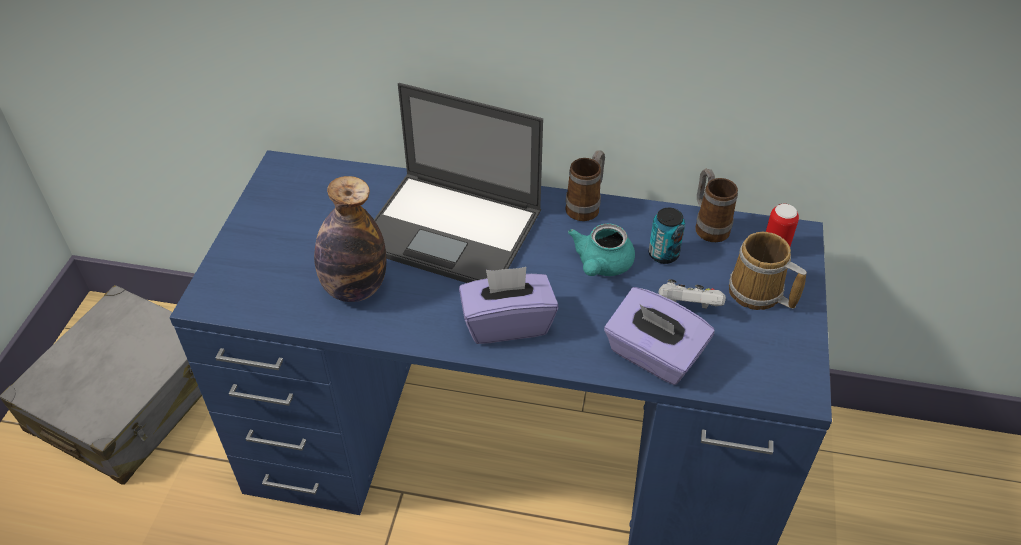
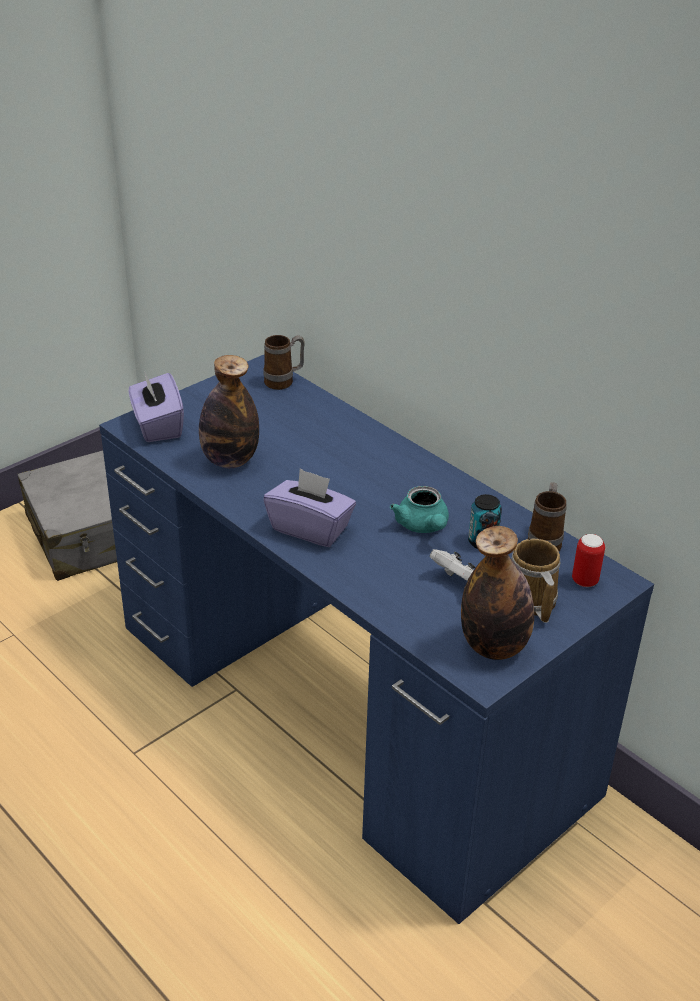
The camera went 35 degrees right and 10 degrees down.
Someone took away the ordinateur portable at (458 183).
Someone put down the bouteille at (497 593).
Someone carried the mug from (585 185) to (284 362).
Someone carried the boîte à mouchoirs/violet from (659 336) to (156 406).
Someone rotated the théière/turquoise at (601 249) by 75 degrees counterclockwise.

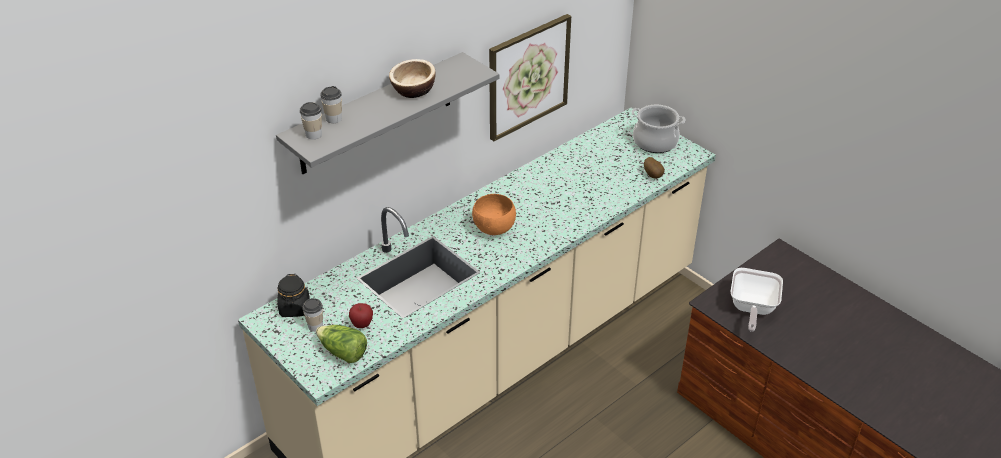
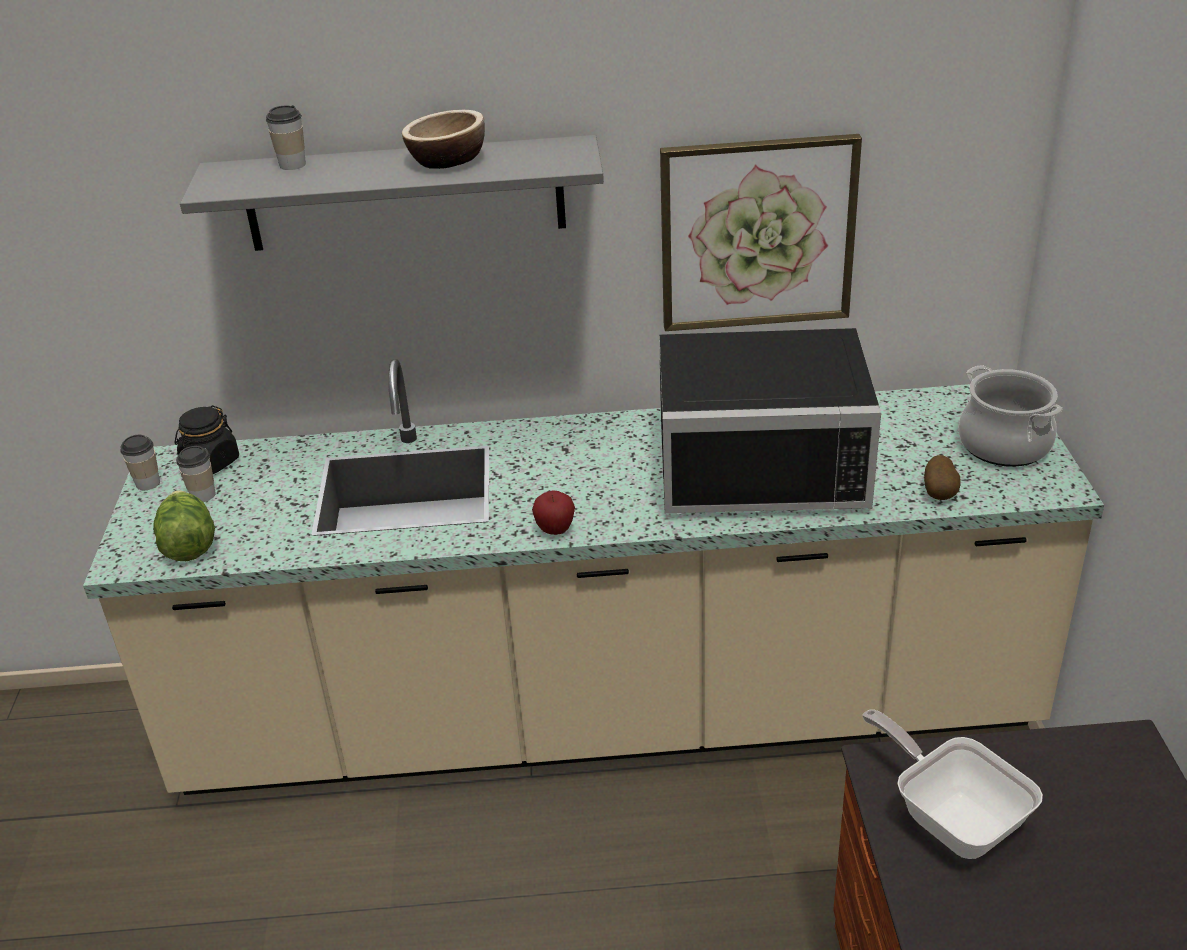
The camera went 40 degrees right and 5 degrees down.
Someone took away the bol/orange at (494 214).
Someone put down the micro-ondes/noir at (770 420).
Someone carried the tasse from (311 120) to (140 462).
Someone carried the pomme from (361 315) to (553 512).
Someone rotated the poêle at (757 300) by 90 degrees clockwise.

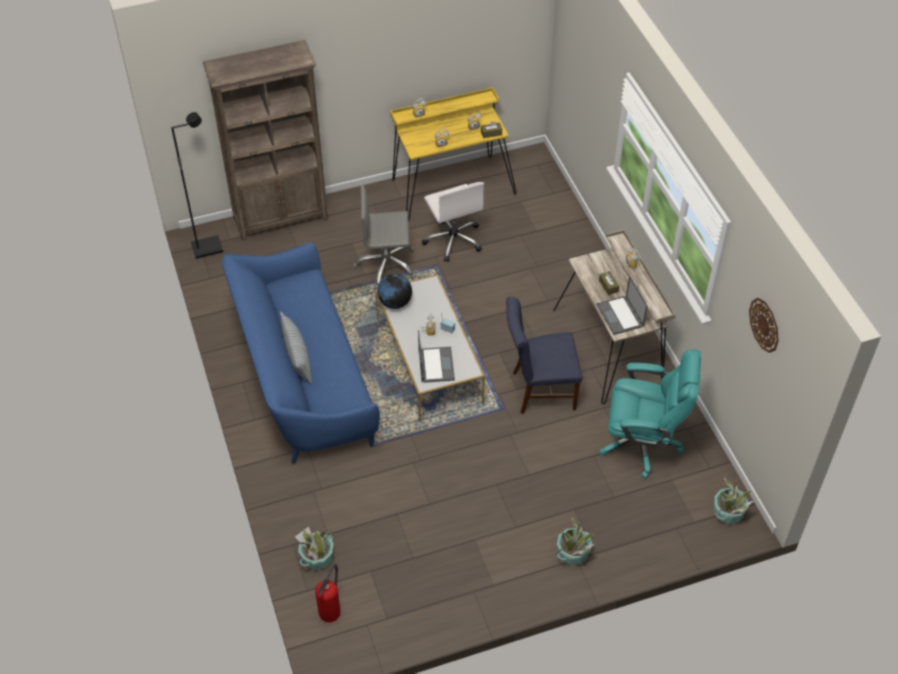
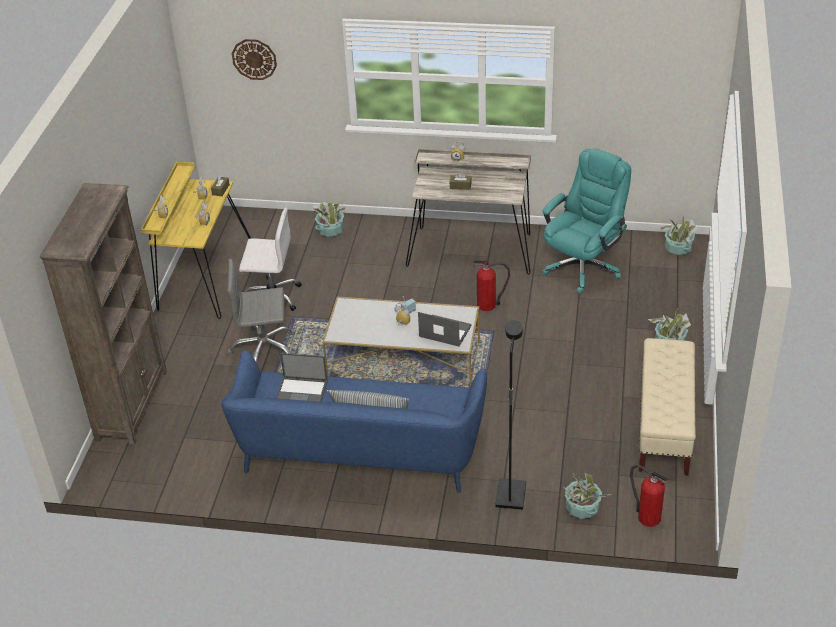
The camera went 60 degrees left and 10 degrees down.
Someone took away the globe at (394 291).
Someone put down the plante en pot at (329 219).
Someone put down the banc/beige at (667 407).
Someone carried the lampadaire/noir from (197 185) to (511 415).
Someone carried the ordinateur portable from (622 305) to (302 377).
Someone carried the horloge murale from (764 325) to (254 59).
Someone swapped the chaise/bleu at (544 355) for the extincteur at (491 285).
Someone rotated the chaise de bureau/gris at (384 237) by 60 degrees clockwise.

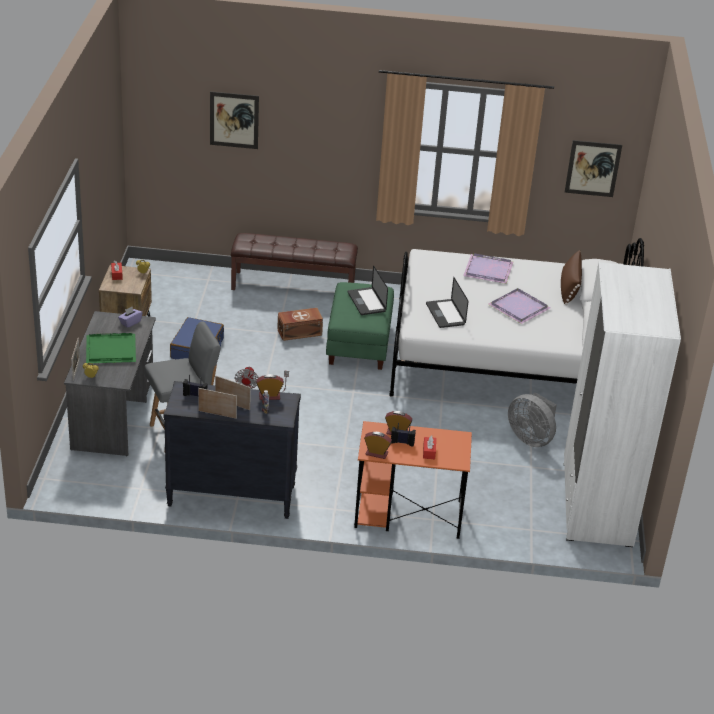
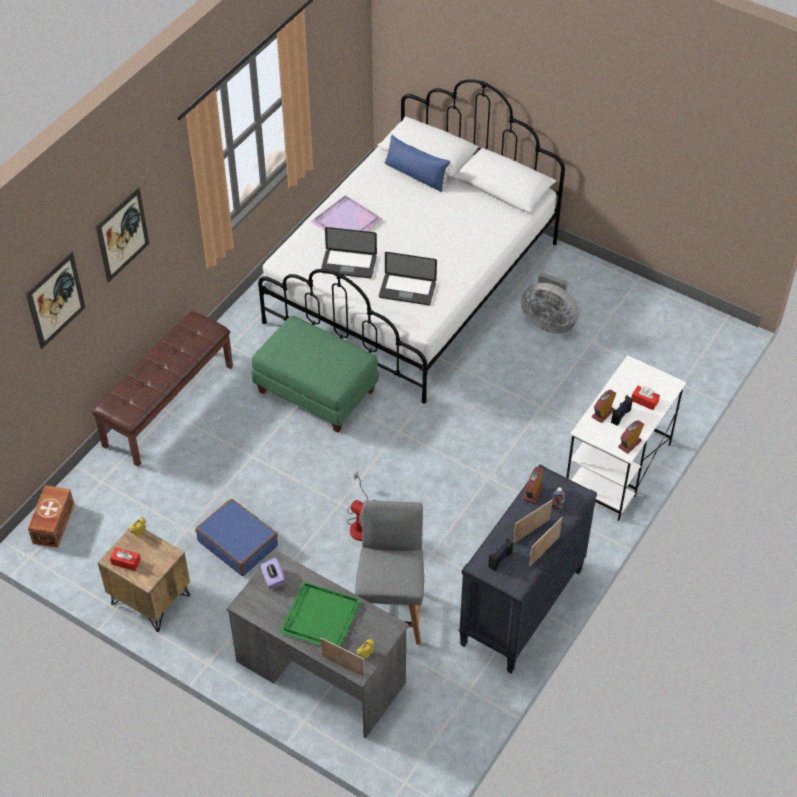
The camera went 60 degrees left and 15 degrees up.
Someone took away the plateau/violet at (519 306).
Someone took away the armoire/blanc at (622 404).
Someone carried the boîte de rangement/marron from (300 324) to (51 516).
Someone carried the ordinateur portable from (368 290) to (349 252).
Someone carried the tableau from (593 168) to (122 235).
Someone repainted the bureau/orange at (413 480), which became the bureau/blanc at (626 438).
Someone repainted the coussin/marron at (571 277), which became the coussin/bleu at (417 163).
Someone rotated the ventilateur/gris at (532 419) by 45 degrees clockwise.

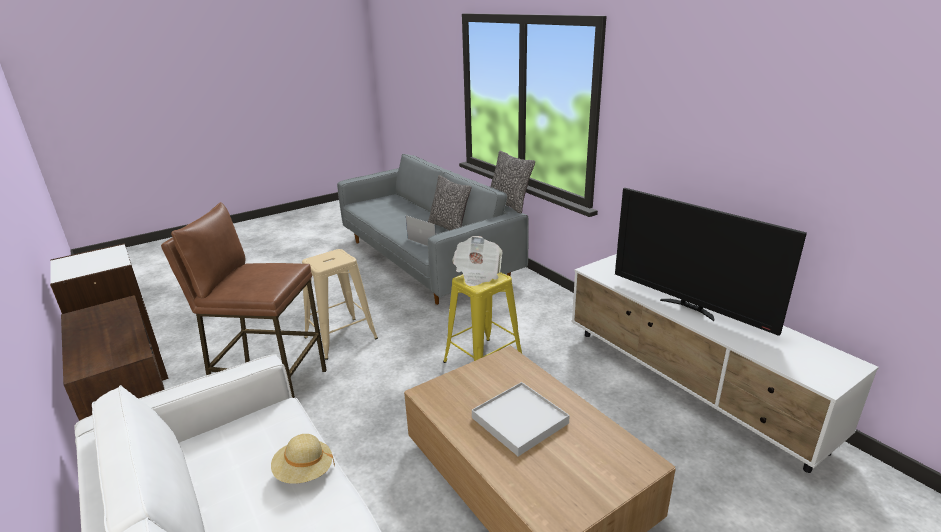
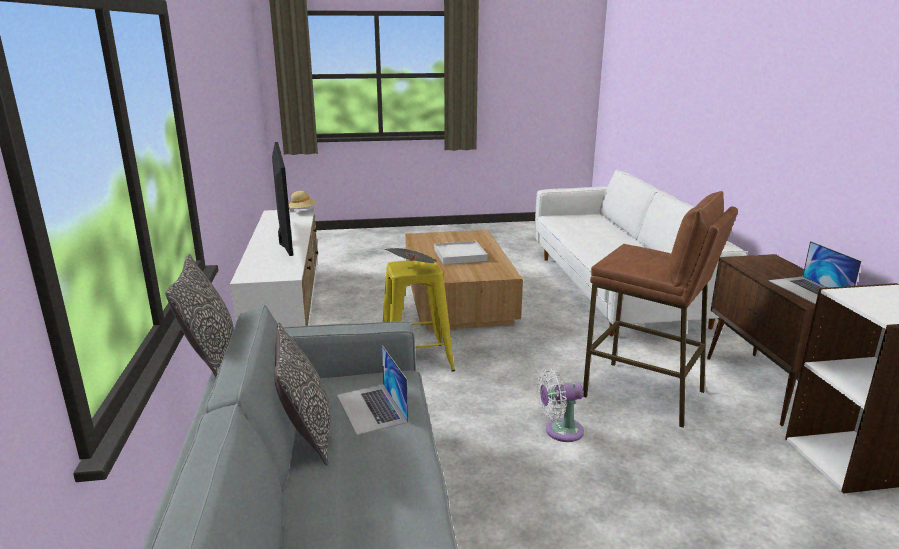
The camera went 155 degrees left and 5 degrees down.
Someone put down the ordinateur portable at (815 272).
Someone carried the chapeau/beige from (303 459) to (303 199).
Someone swapped the tabouret/beige at (340 304) for the ventilateur/blanc at (560 405).

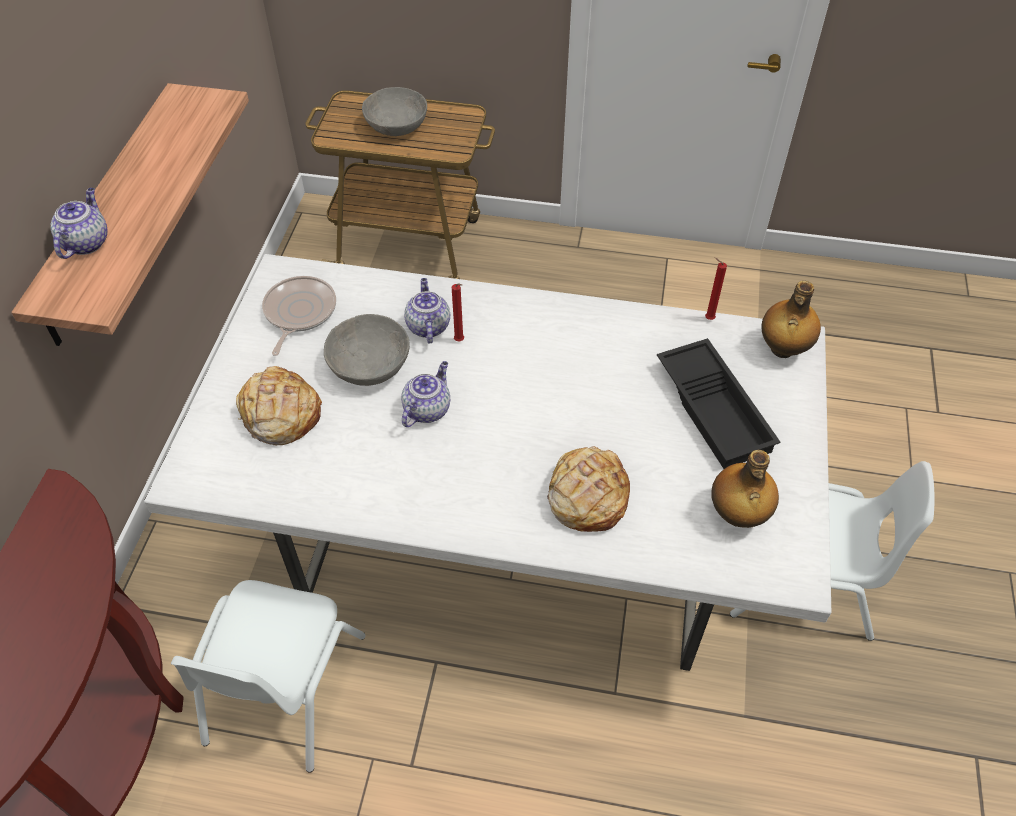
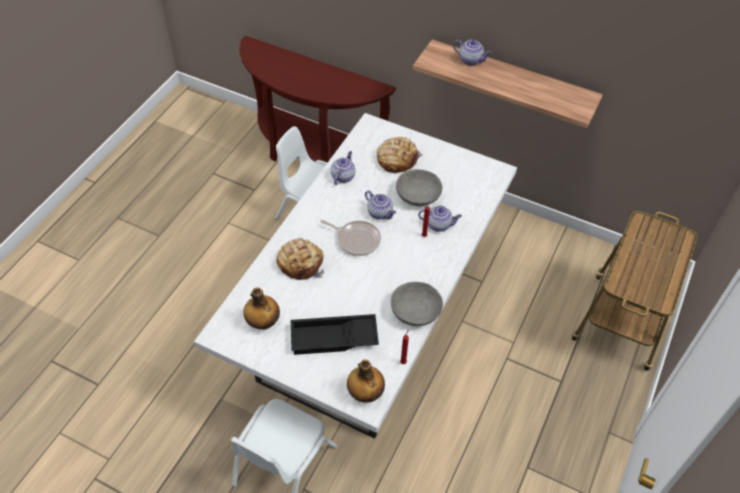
The camera went 105 degrees right and 0 degrees up.
Someone put down the théière at (343 168).
Someone carried the poêle from (299 316) to (350 238).
Someone carried the bol/gris from (394 111) to (417 304).

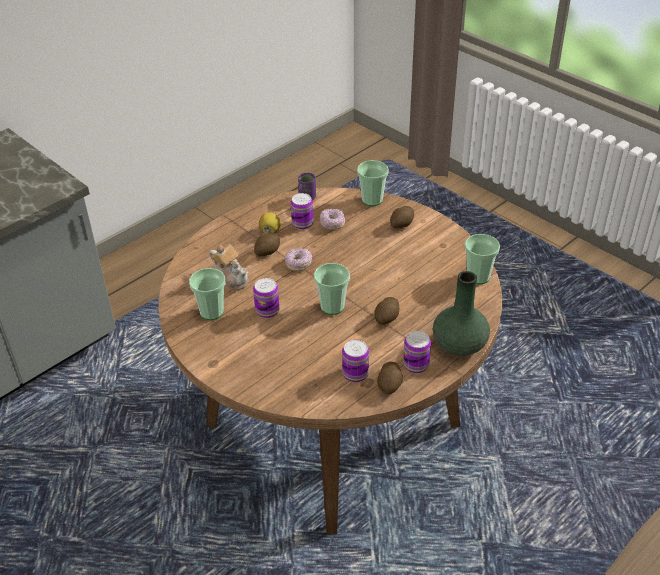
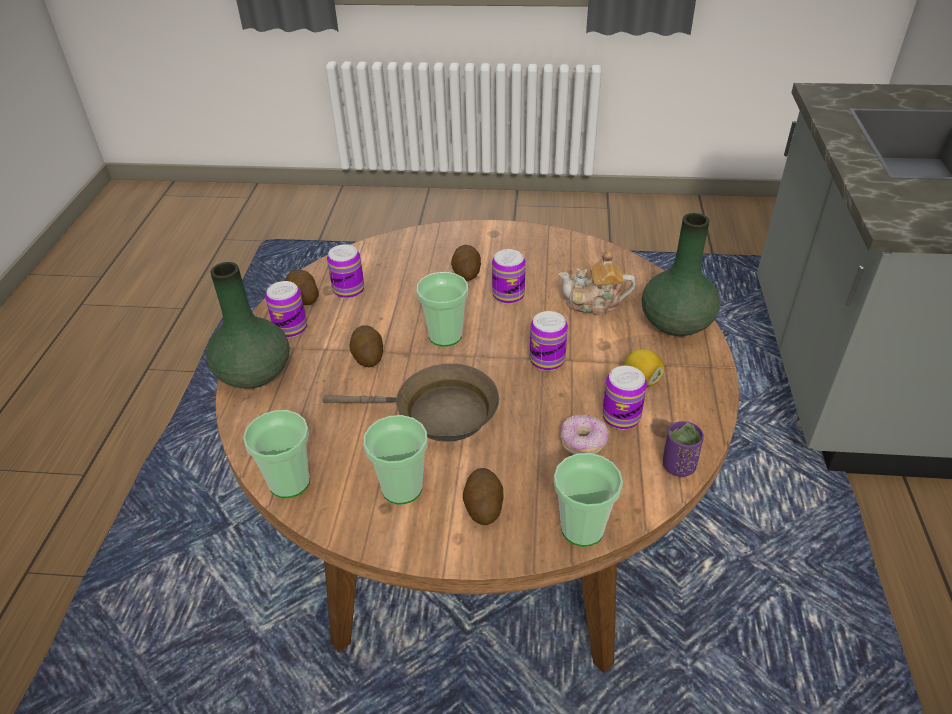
The camera went 140 degrees right and 0 degrees up.
Someone put down the poêle/marron at (410 402).
Someone put down the vase/vert at (681 274).
Someone carried the tasse from (207 294) to (395 460).
Someone carried the pomme de terre from (267 244) to (466 263).
Someone swapped the beignet at (298 259) for the boîte métallique at (549 341).

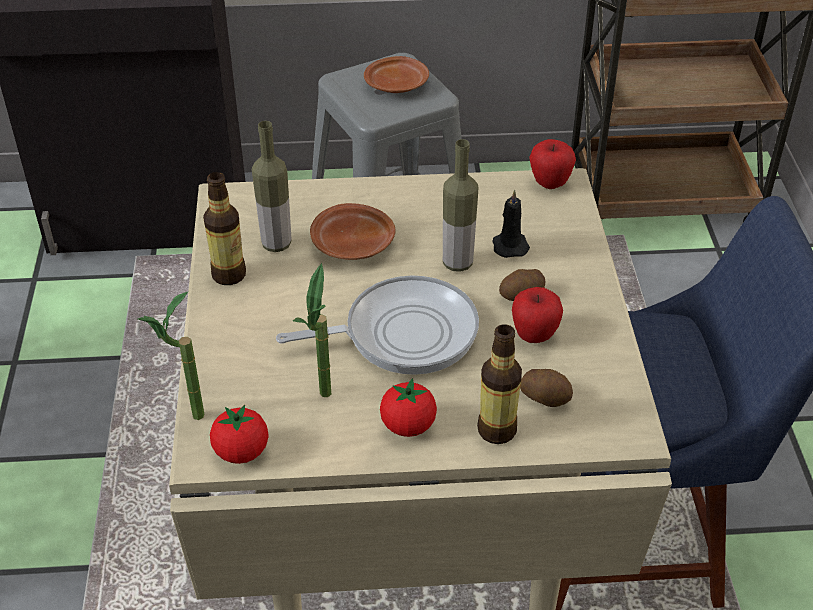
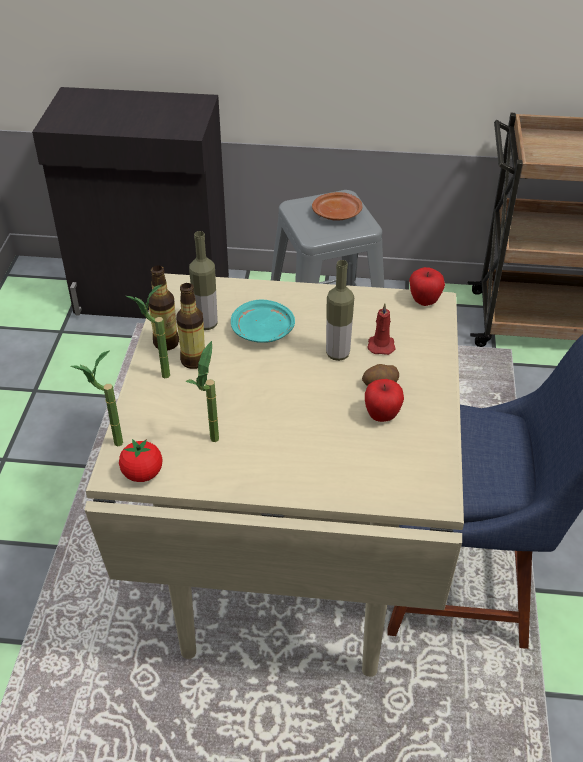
The camera went 10 degrees right and 0 degrees up.
Someone took away the poêle at (377 325).
Someone took away the tomate at (408 407).
Someone took away the pomme de terre at (546 388).
Someone put down the plante en pot at (148 331).
Someone carried the bouteille from (499 384) to (190 326).
Someone repainted the assiette/marron at (352 231), which became the assiette/turquoise at (263 321).
Someone repainted the bougie/noir at (511 223), which became the bougie/rouge at (381 329).

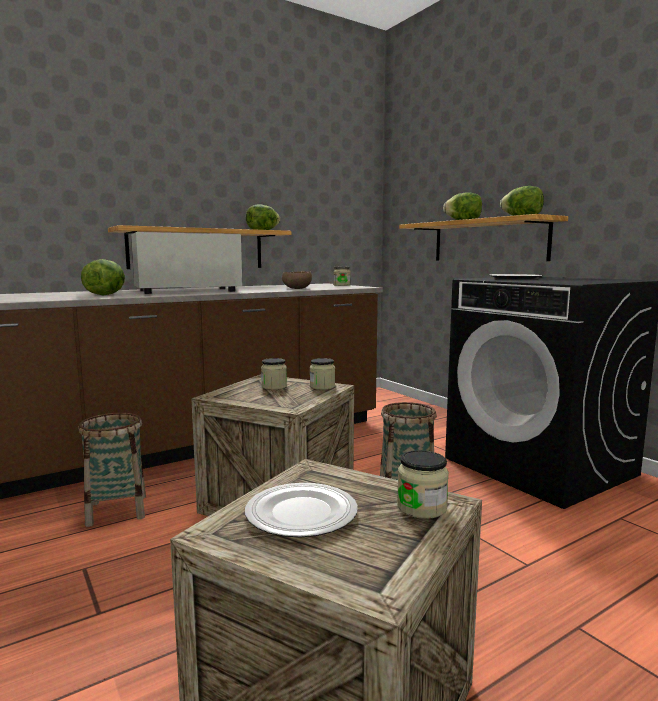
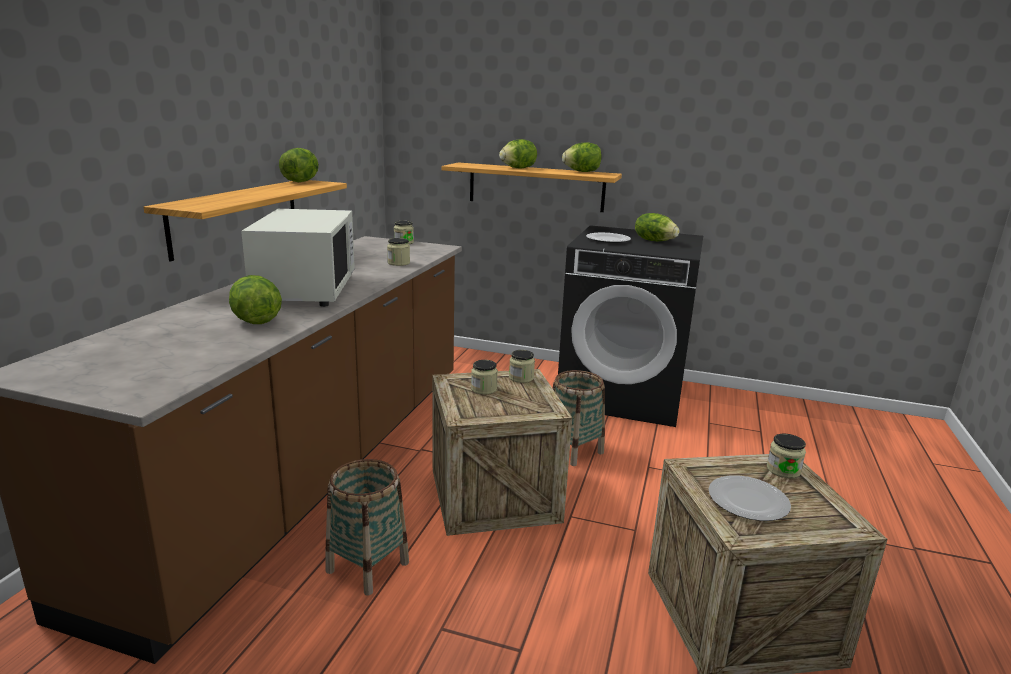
The camera went 40 degrees left and 10 degrees up.
Someone put down the laitue at (657 227).
Someone swapped the bol/marron at (297 280) for the bocal at (398 252).
Someone rotated the micro-ondes/blanc at (186 263) by 150 degrees clockwise.

